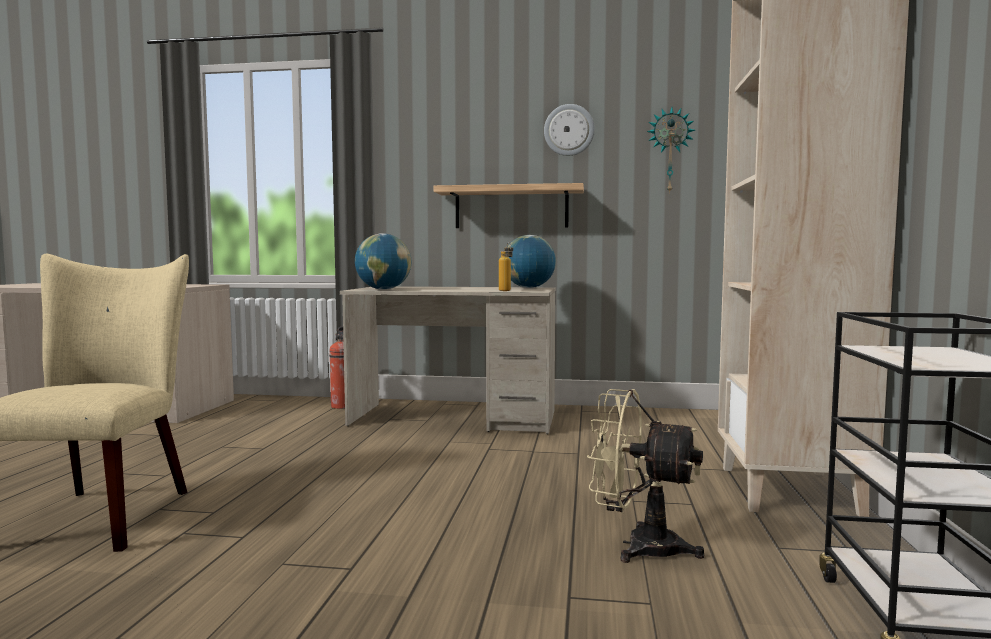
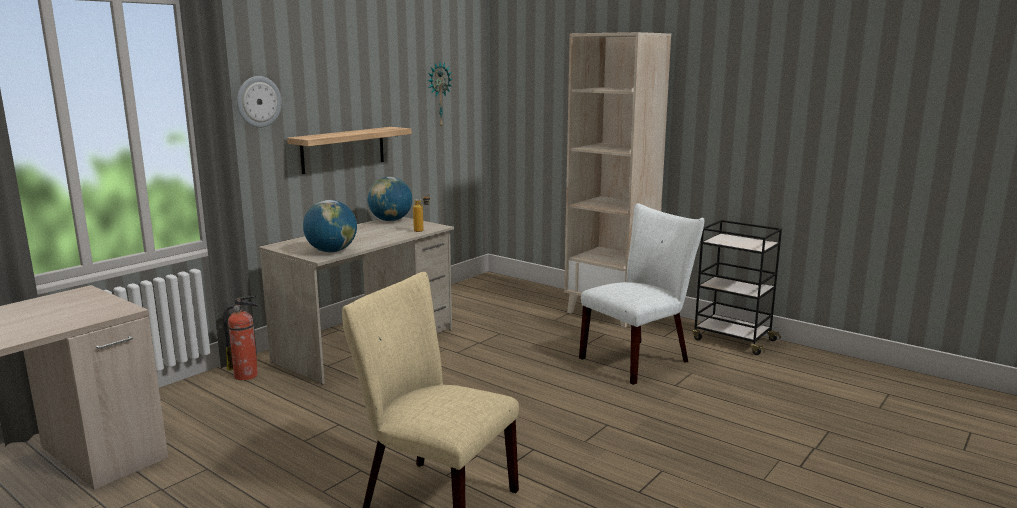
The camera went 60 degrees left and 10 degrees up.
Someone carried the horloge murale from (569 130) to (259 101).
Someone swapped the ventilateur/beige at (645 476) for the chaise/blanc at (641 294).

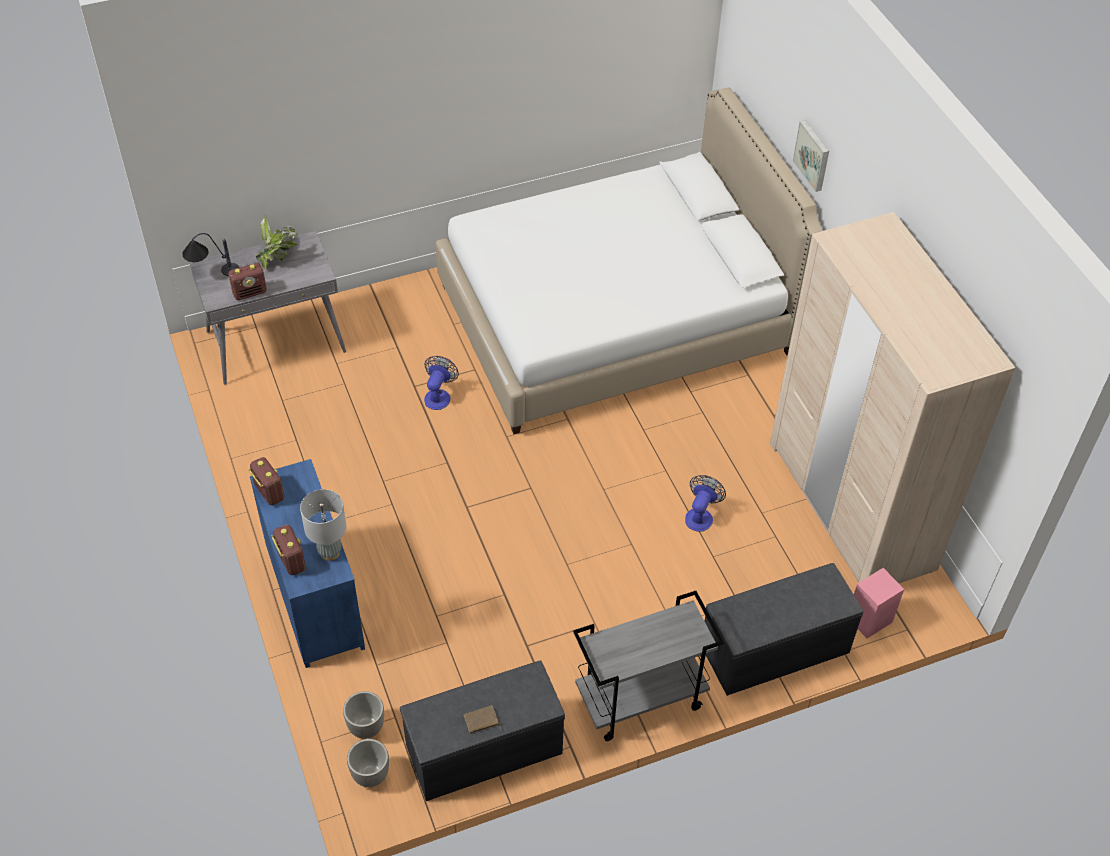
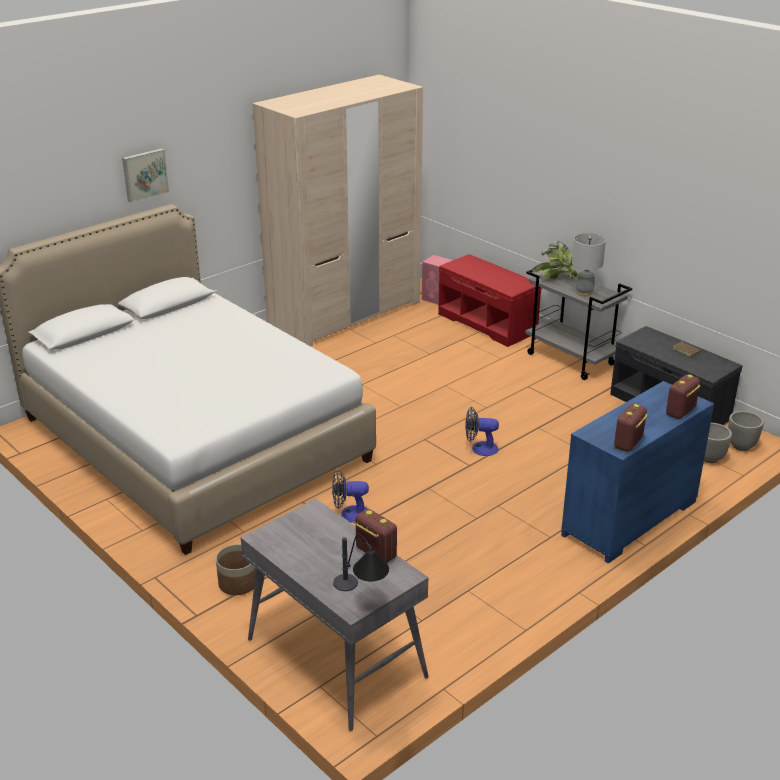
The camera went 110 degrees left and 20 degrees down.
Someone put down the cache-pot at (236 569).
Someone carried the plante en pot from (277 242) to (555 260).
Someone carried the lampe de table/gris from (323 525) to (589 264).
Someone carried the ventilateur from (705 503) to (482 431).
Someone repainted the banc/gris at (784 629), which became the banc/rouge at (490 300).

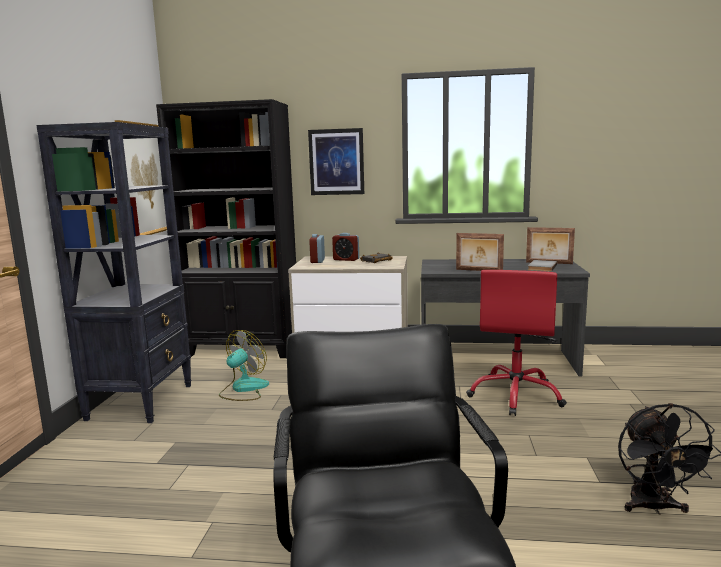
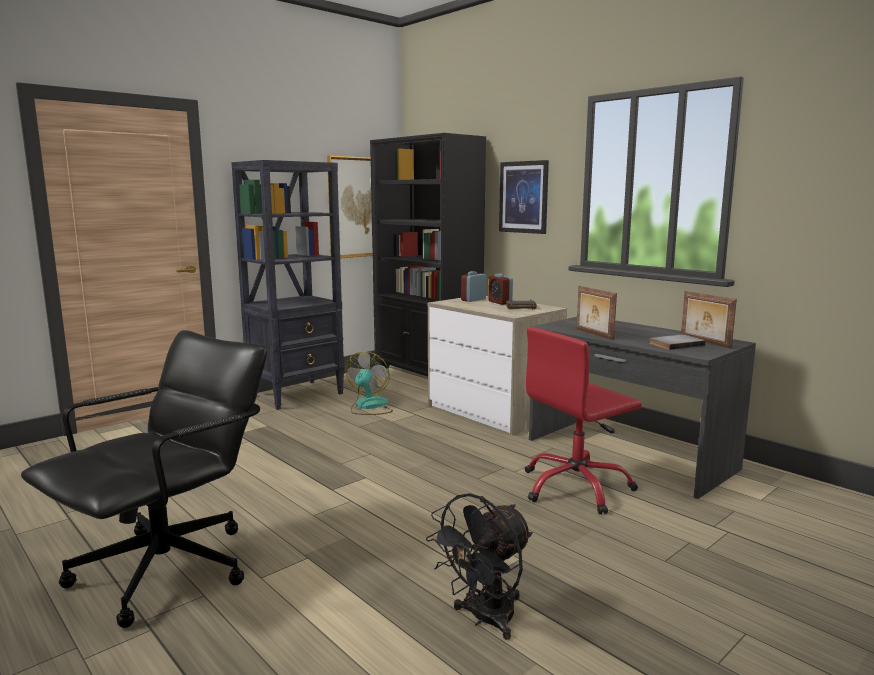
The camera went 40 degrees right and 0 degrees up.
Someone rotated the ventilateur at (244 365) by 60 degrees counterclockwise.

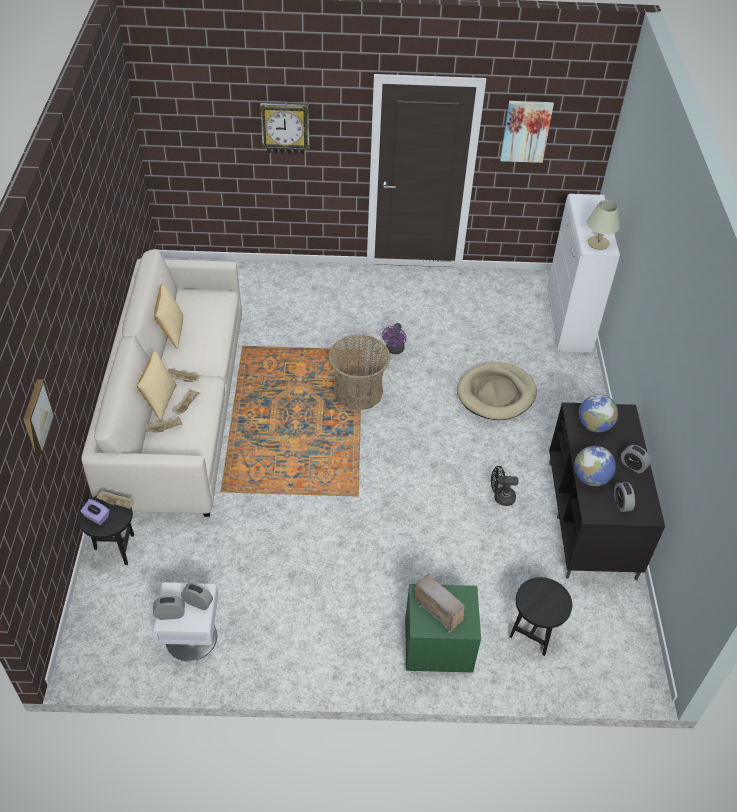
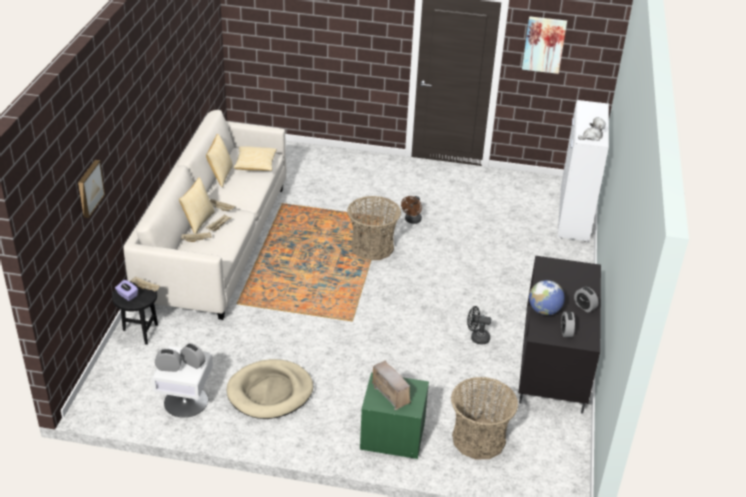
The camera went 10 degrees right and 10 degrees down.
Someone took away the horloge murale at (284 128).
Someone took away the globe at (598 413).
Someone put down the coussin at (255 158).
Someone carried the panier pour chien/beige from (497 391) to (270 389).
Someone swapped the table d'appoint/noir at (540 616) for the panier at (484 418).
Someone swapped the lampe de table/beige at (603 225) for the peluche at (592 129).
Someone repainted the ventilateur/violet at (394 338), which became the ventilateur/marron at (411 210).

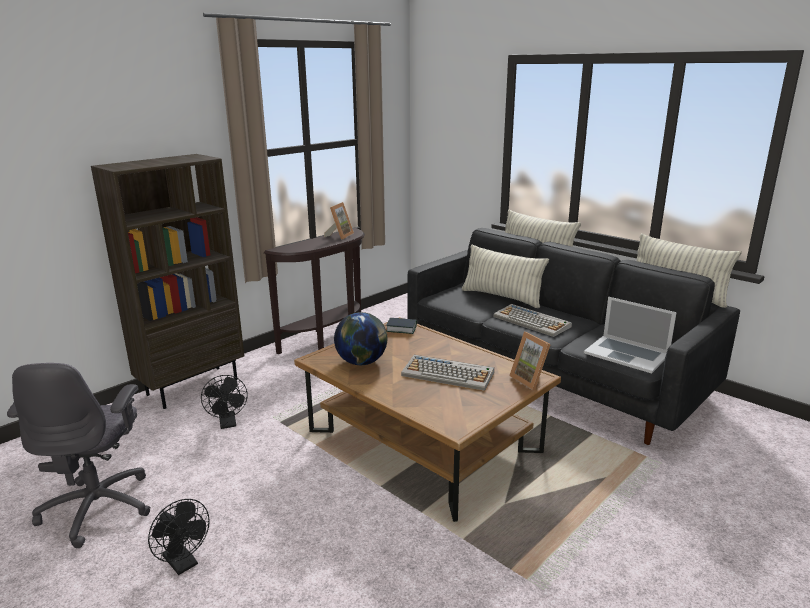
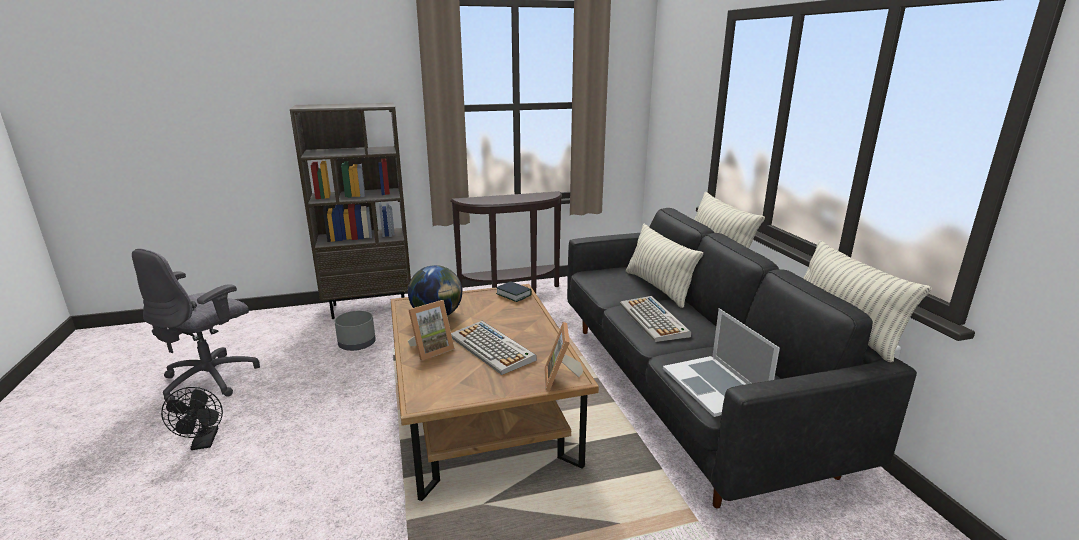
The camera went 30 degrees right and 0 degrees up.
Someone carried the cadre photo from (339 221) to (431 330).
Someone swapped the ventilateur/noir at (224 402) for the cache-pot/gris at (355 331).

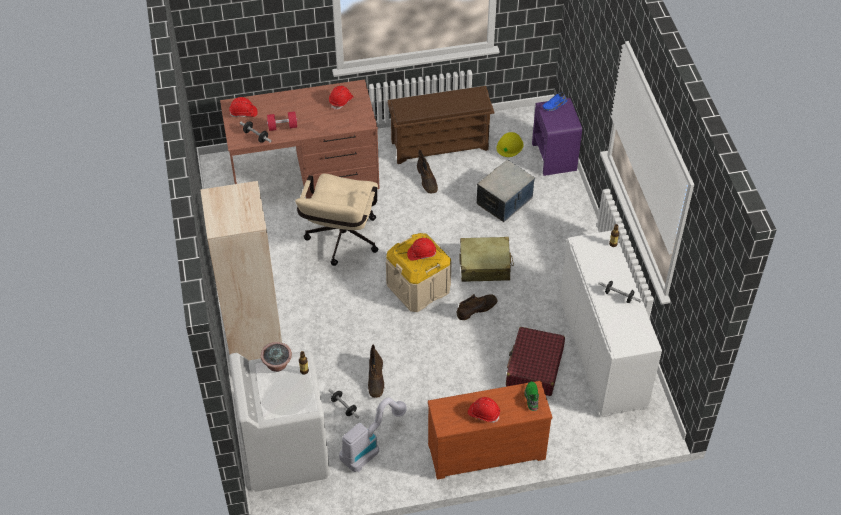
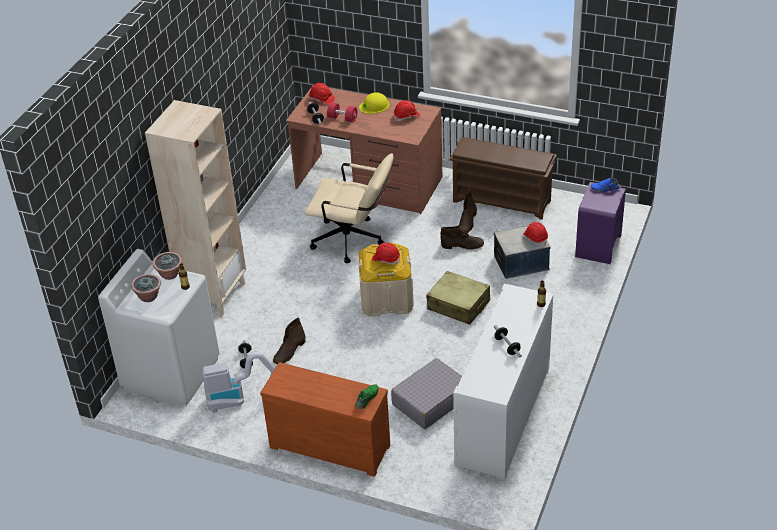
The camera went 35 degrees right and 10 degrees down.
Someone put down the plante en pot at (146 288).
Someone carried the botte/marron from (477 307) to (462 237).
Someone carried the casque de chantier/rouge from (484 410) to (535 234).
Someone carried the casque de chantier/jaune from (510 144) to (374 103).
Someone repainted the valise/rouge at (535 361), which became the valise/gris at (426 393).
Someone rotated the chaise de bureau/beige at (336 220) by 120 degrees counterclockwise.

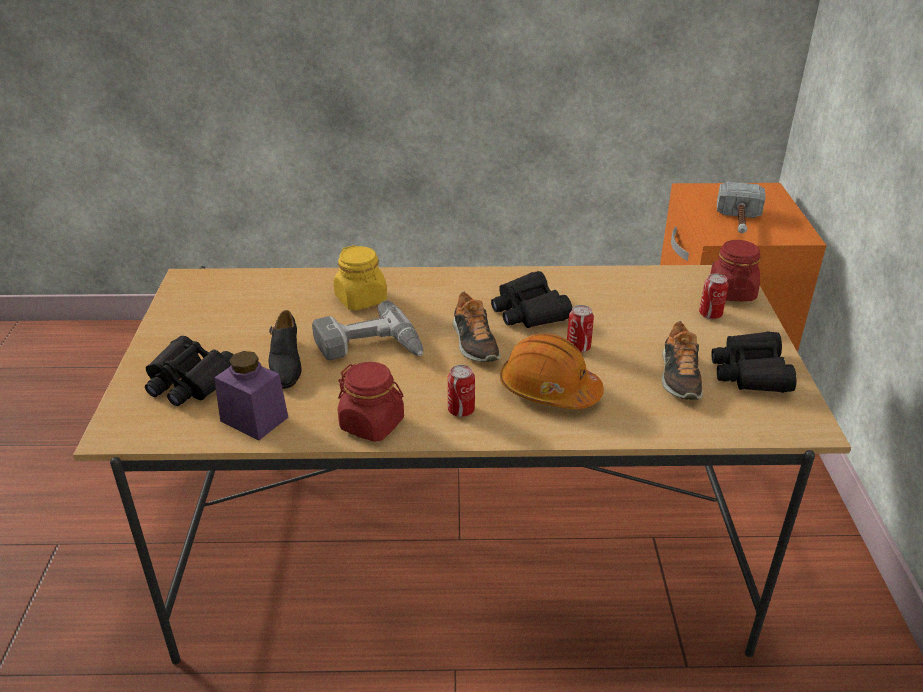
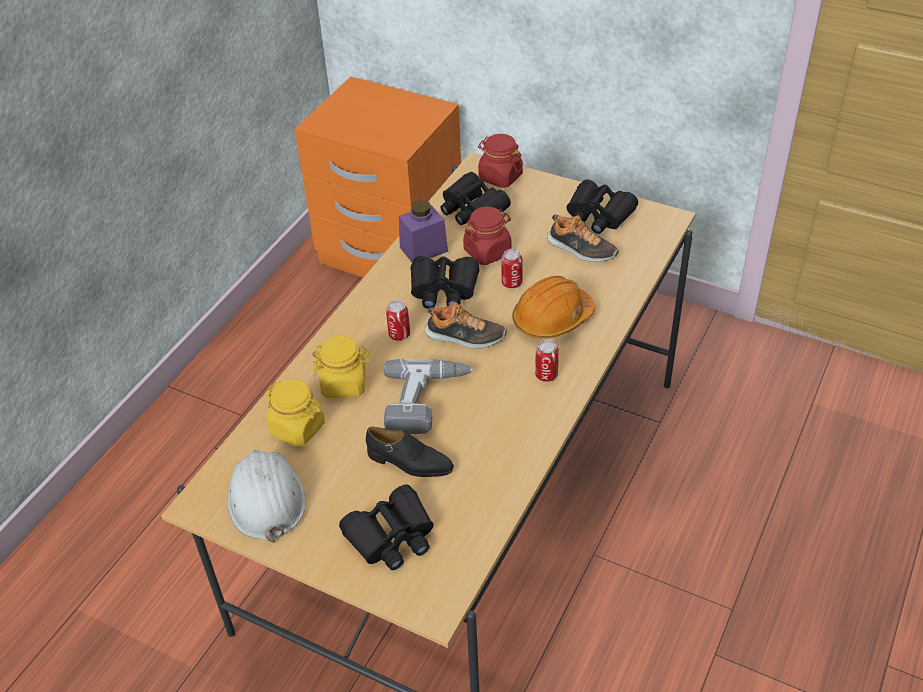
The camera went 60 degrees left and 10 degrees up.
Someone took away the marteau at (741 207).
Someone put down the casque de chantier/blanc at (267 496).
Someone put down the bocal/jaune at (296 413).
Someone put down the jumelles/noir at (476 198).
Someone carried the bocal/violet from (251 395) to (423 231).
Someone carried the bocal/rouge from (371 402) to (487 236).
Someone carried the boîte métallique from (714 296) to (398 320).

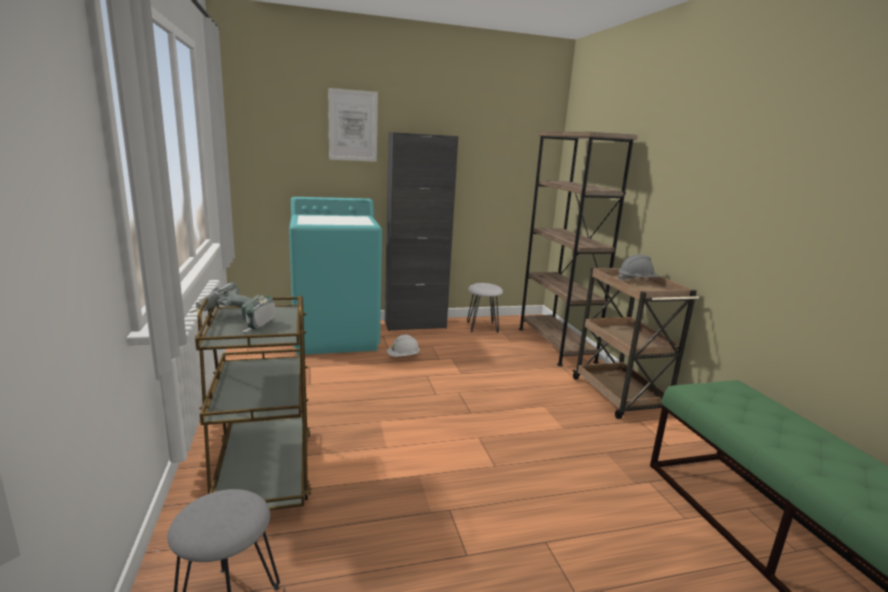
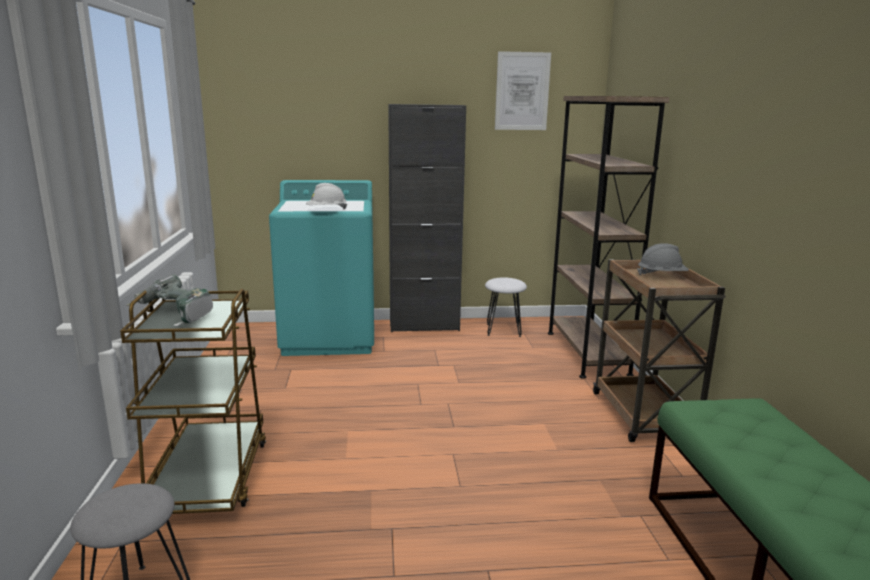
The camera went 10 degrees right and 0 degrees up.
Someone carried the tableau from (353 125) to (523 90).
Someone carried the casque de chantier/blanc from (403 346) to (326 196).

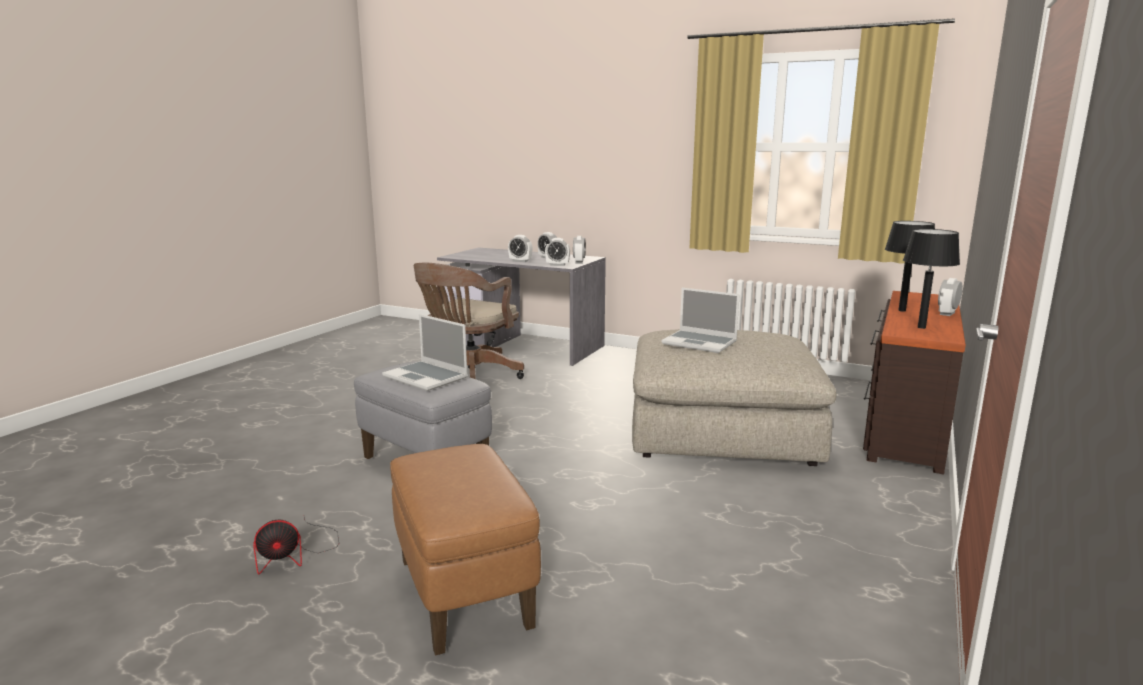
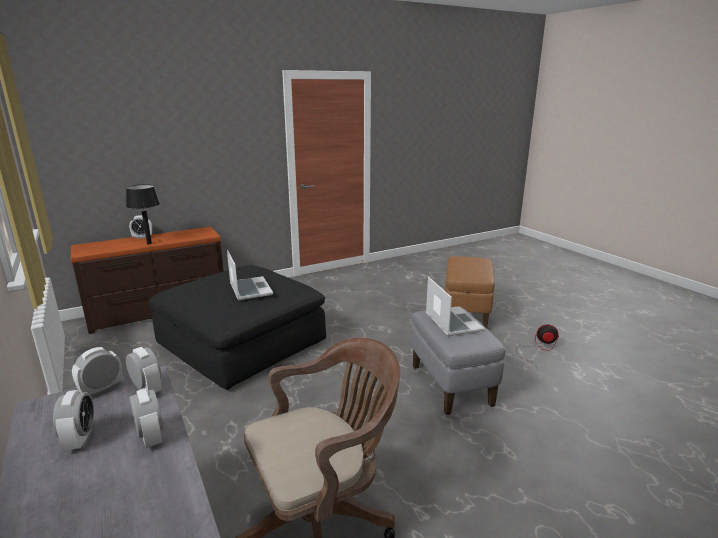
The camera went 145 degrees left and 5 degrees up.
Someone took away the lampe de table/noir at (931 279).
Someone repainted the pouf/beige at (734 397), which became the pouf/noir at (237 327).

